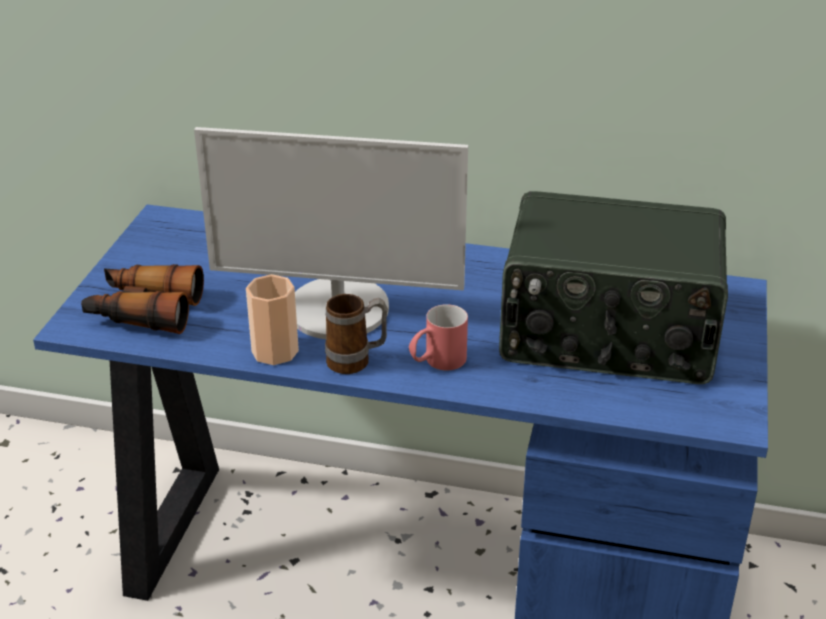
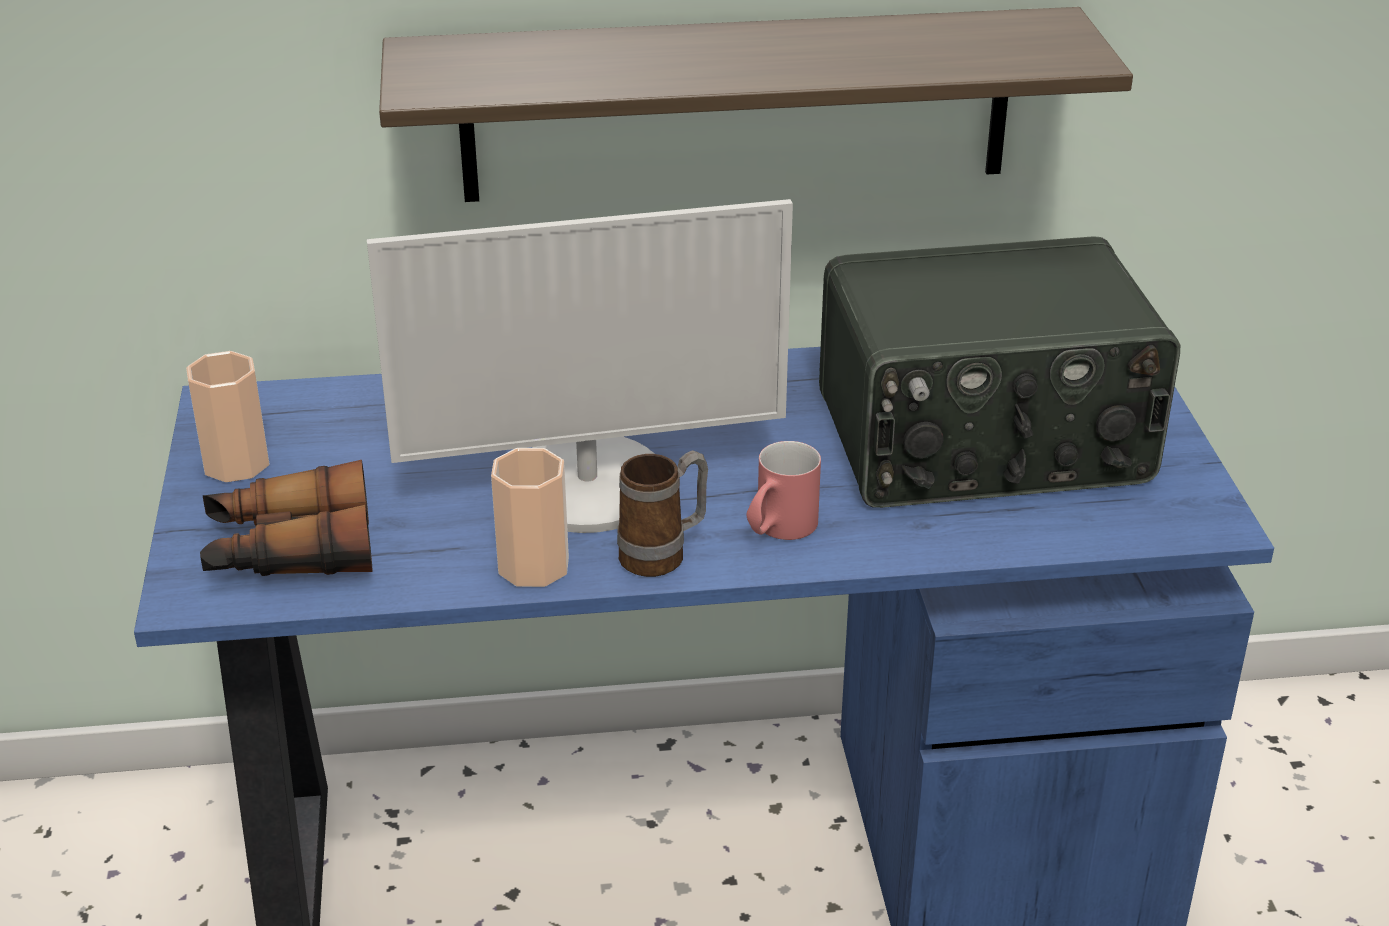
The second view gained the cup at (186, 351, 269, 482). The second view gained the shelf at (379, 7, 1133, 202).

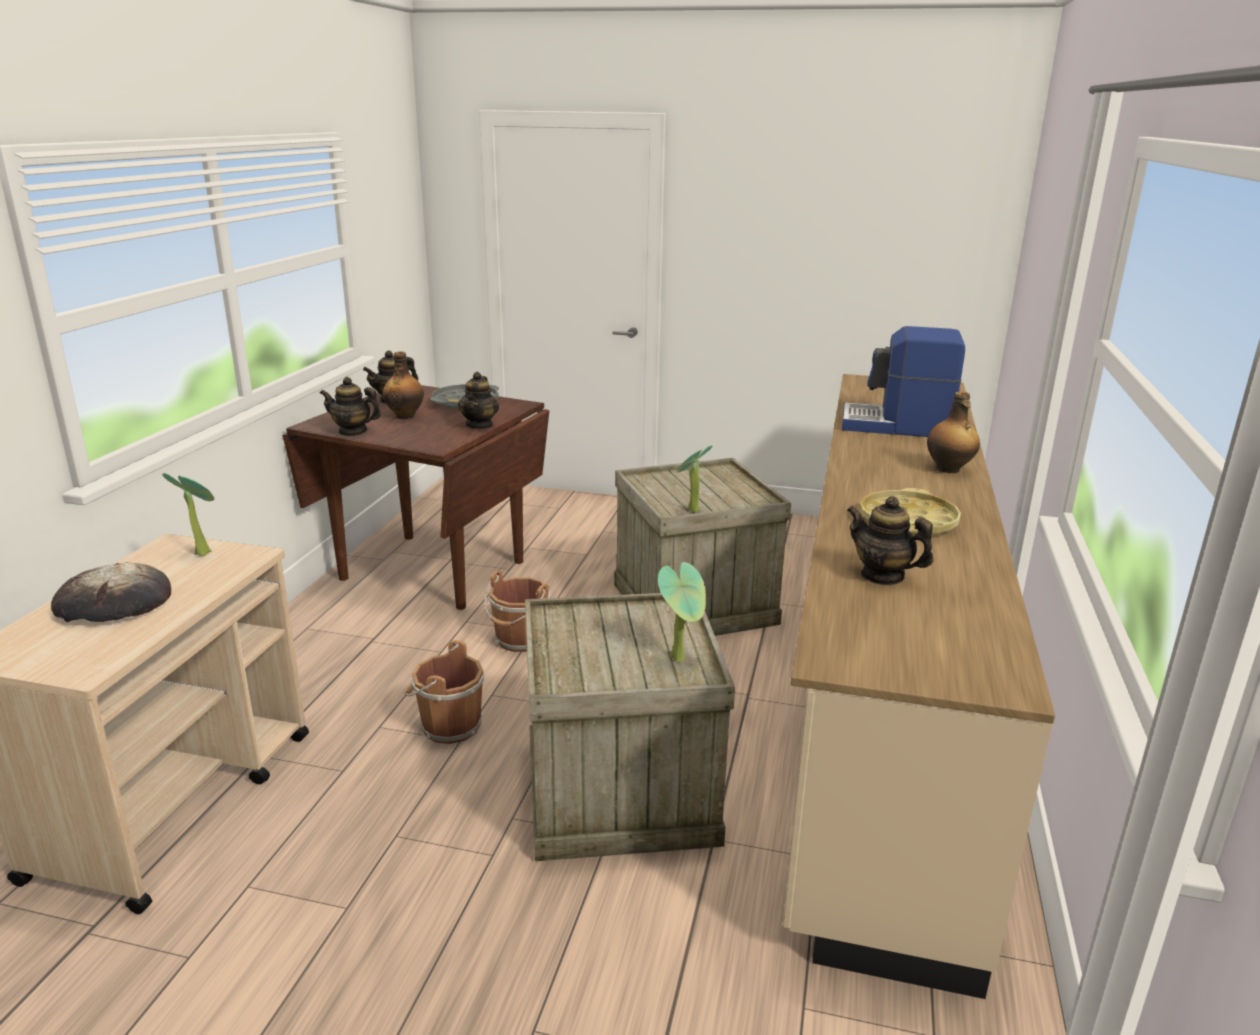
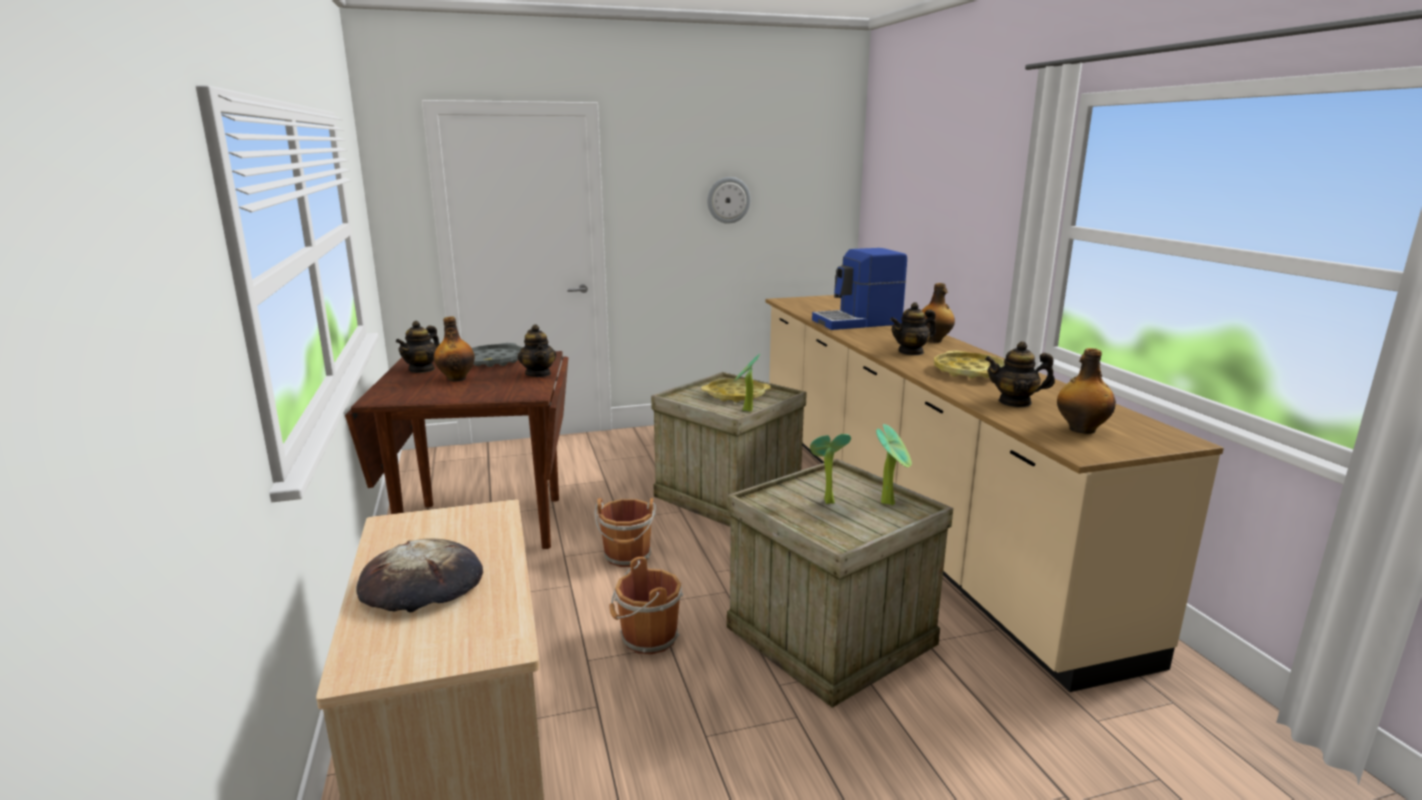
The second view gained the yellow tray at (701, 378, 771, 402). The second view gained the wall clock at (707, 177, 751, 224). The second view gained the bottle at (1057, 348, 1116, 434). The potted plant ended up elsewhere, having gone from (162, 473, 214, 556) to (810, 434, 851, 504). The teapot ended up elsewhere, having gone from (320, 377, 381, 436) to (890, 302, 936, 355).

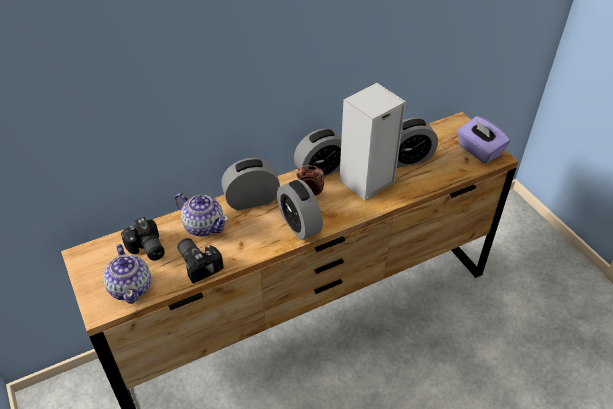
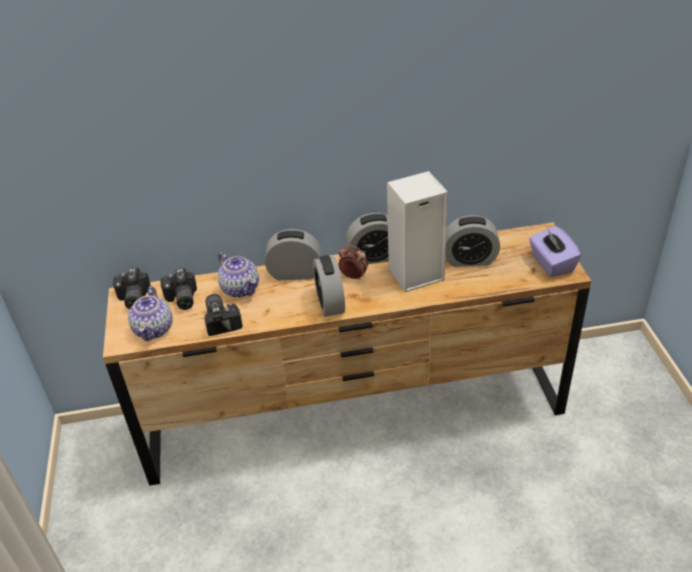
The second view gained the photo camera at (113, 268, 150, 309).

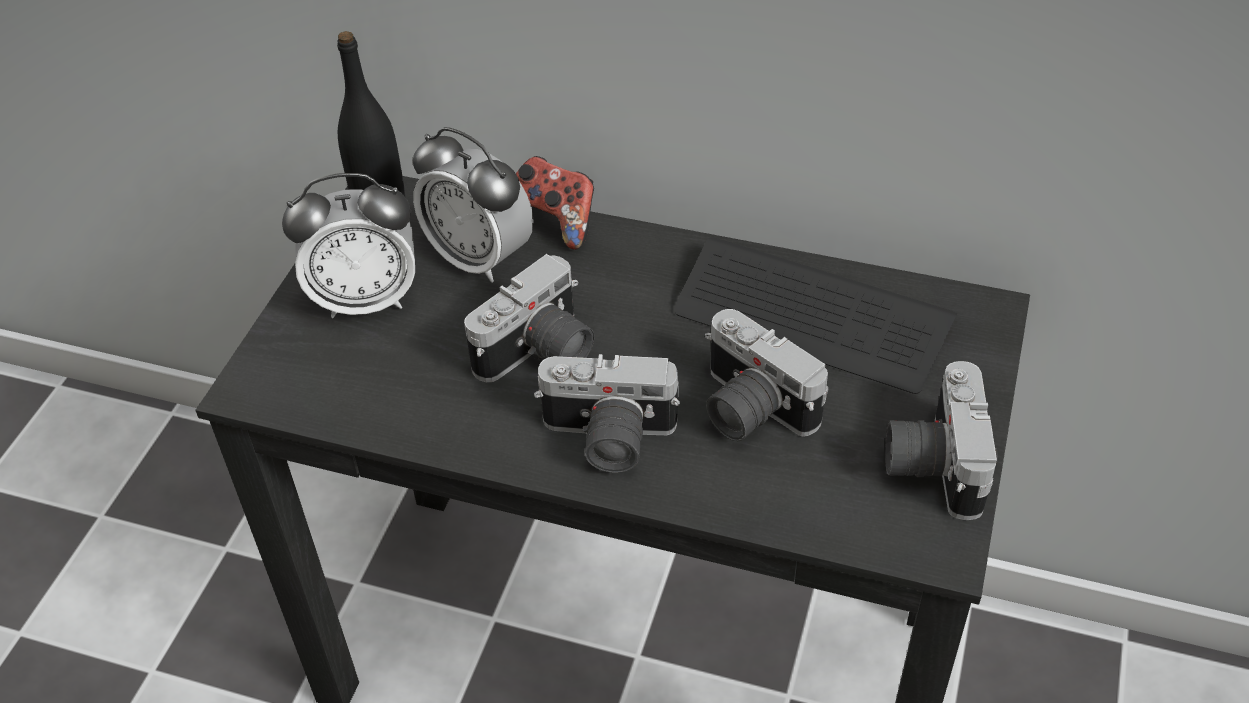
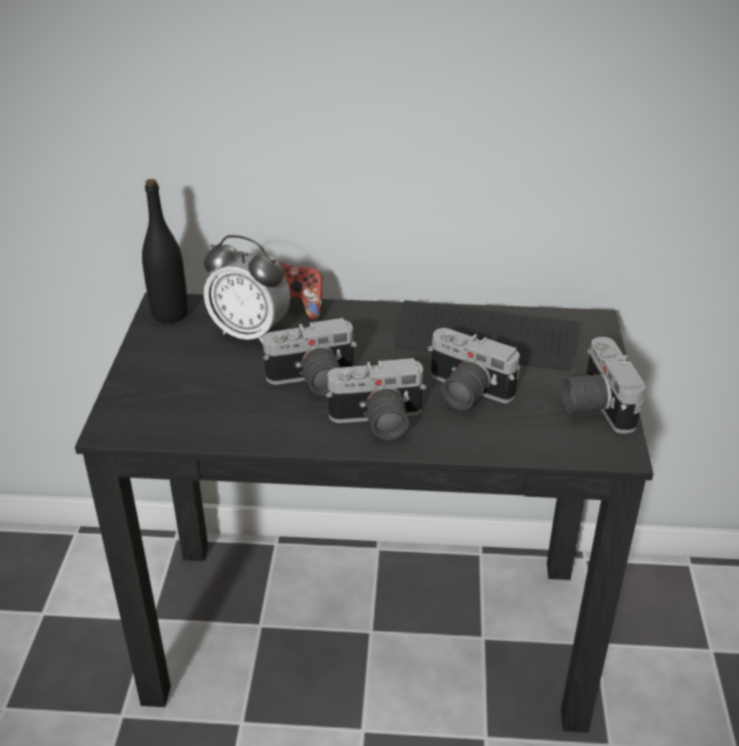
The second view lost the alarm clock at (282, 173, 415, 318). The photo camera at (464, 254, 594, 382) ended up facing another way, 45 degrees clockwise from before.

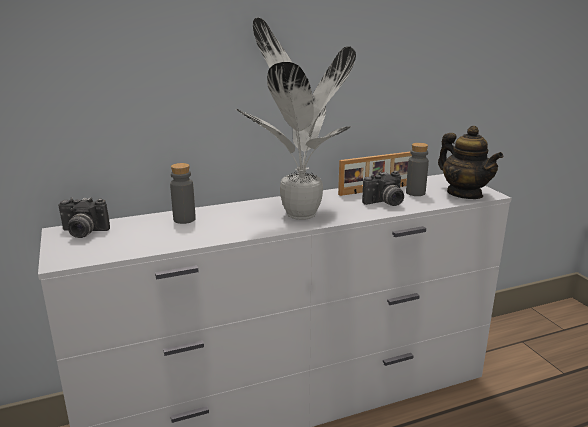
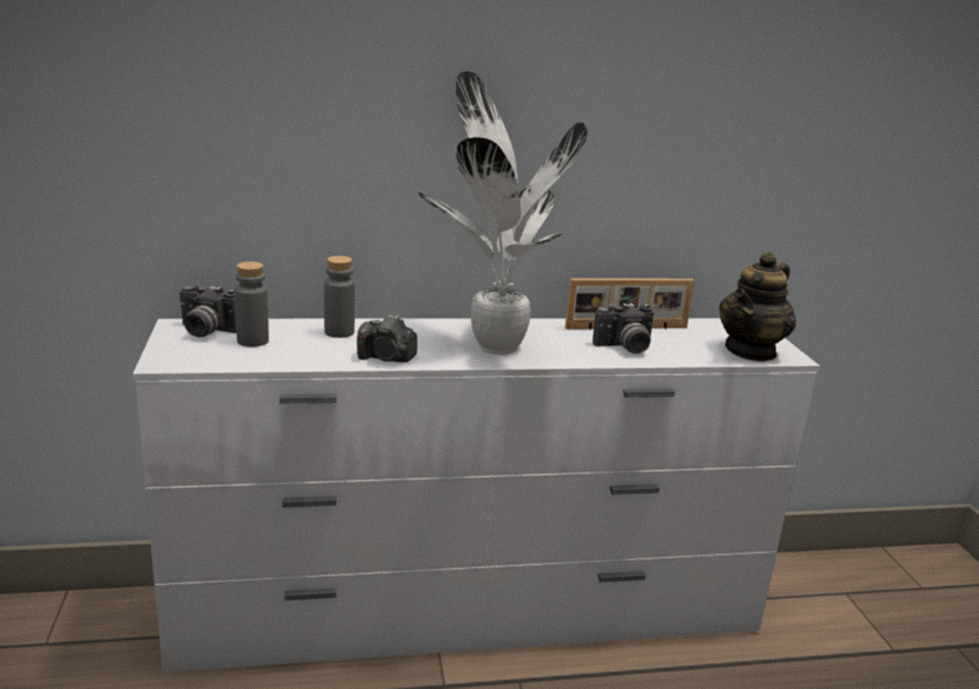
The second view gained the photo camera at (357, 314, 417, 362). The grey bottle ended up elsewhere, having gone from (406, 143, 429, 196) to (235, 261, 269, 347). The teapot at (438, 126, 503, 199) ended up facing another way, 60 degrees clockwise from before.

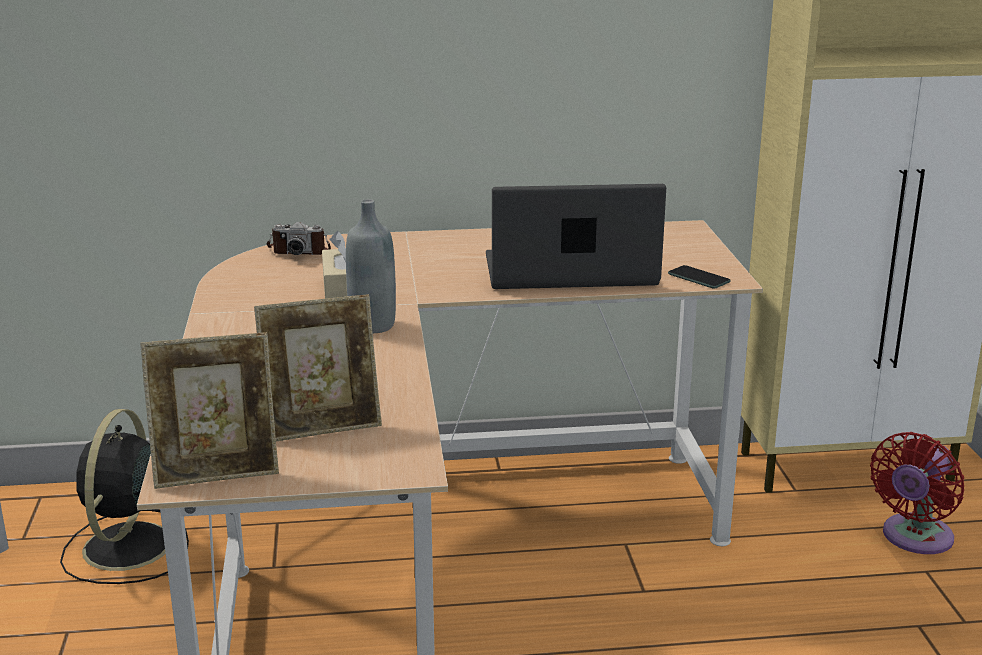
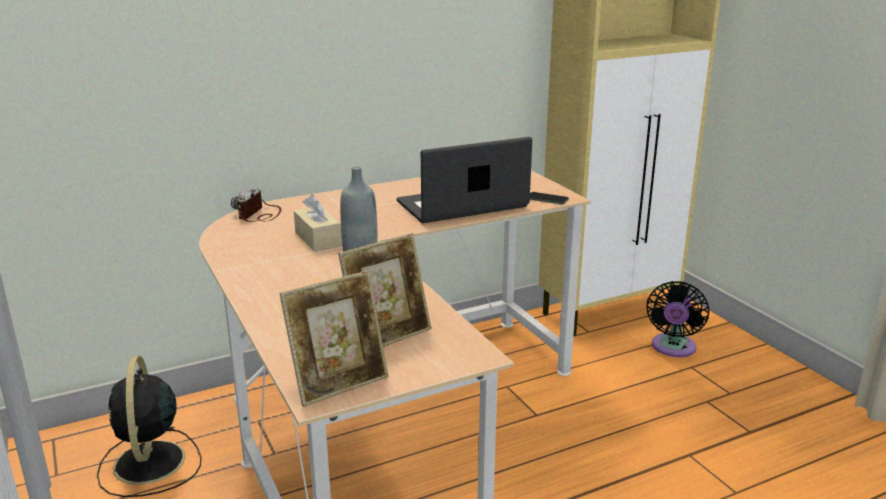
What was the red fan at (870, 432, 964, 554) turned into the black fan at (646, 281, 709, 357). The photo camera at (267, 222, 331, 255) ended up facing another way, 120 degrees clockwise from before.

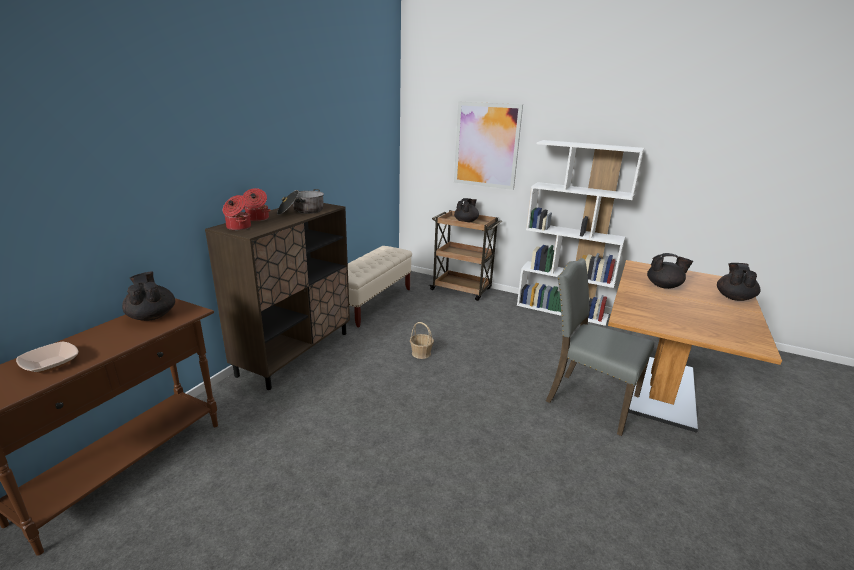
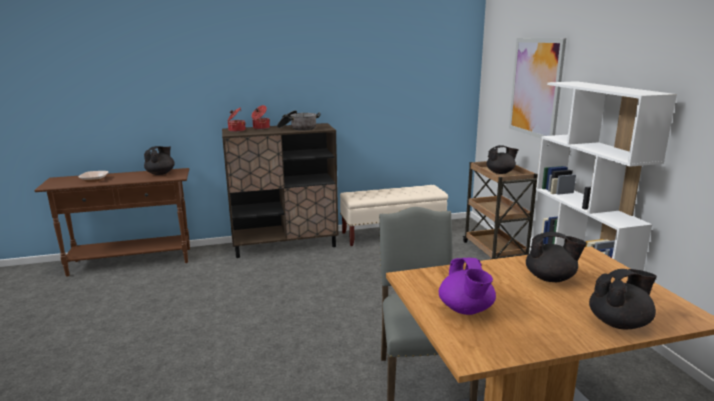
The second view lost the basket at (410, 322, 434, 359). The second view gained the purple teapot at (439, 258, 496, 315). The black teapot at (647, 253, 693, 289) ended up facing another way, 45 degrees counterclockwise from before.

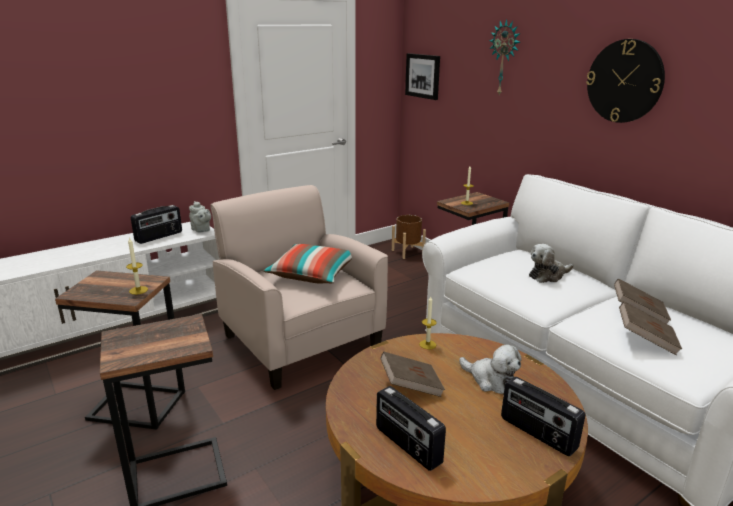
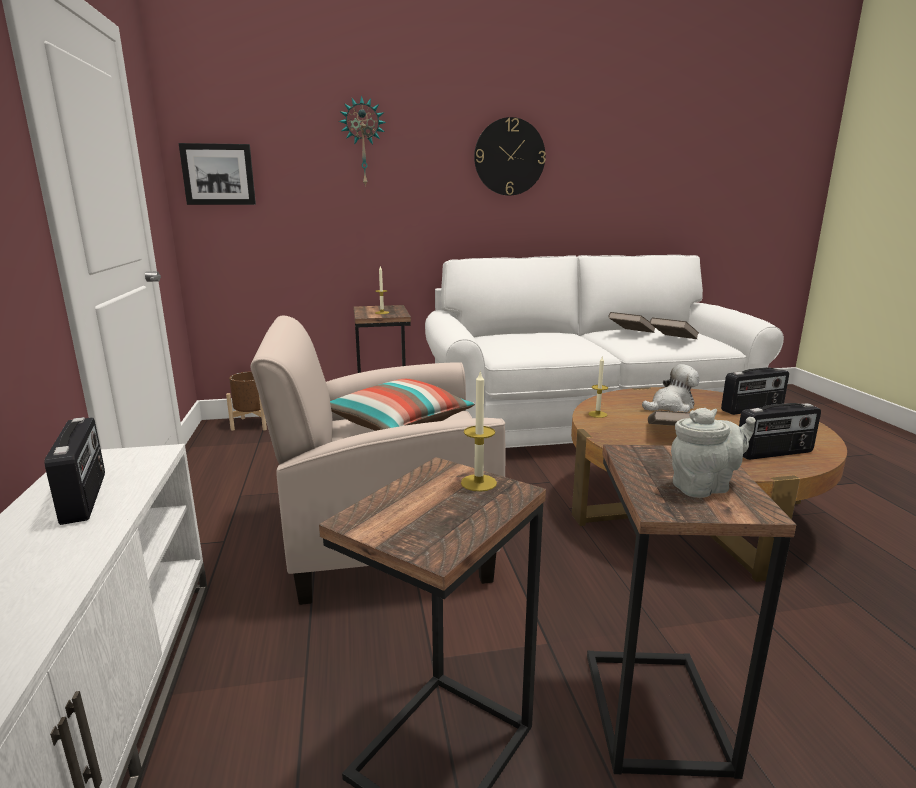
The second view lost the plush toy at (529, 244, 574, 283). The grey teapot ended up elsewhere, having gone from (189, 201, 211, 233) to (671, 408, 756, 498).

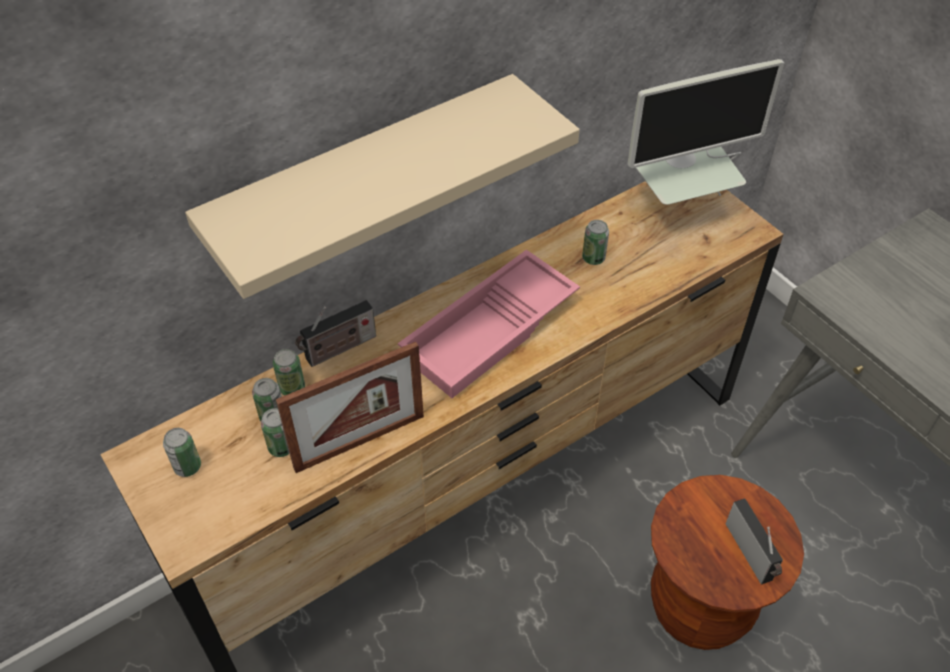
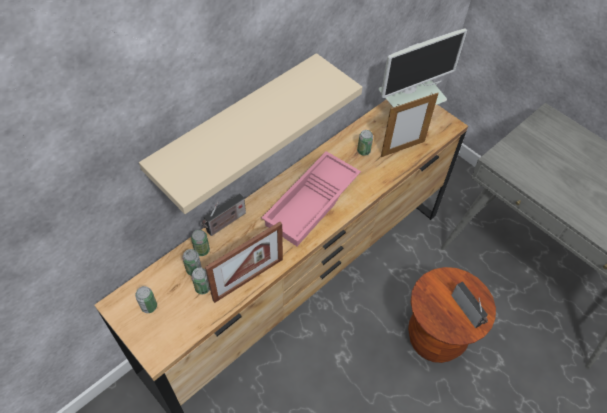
The second view gained the picture frame at (381, 93, 439, 157).

